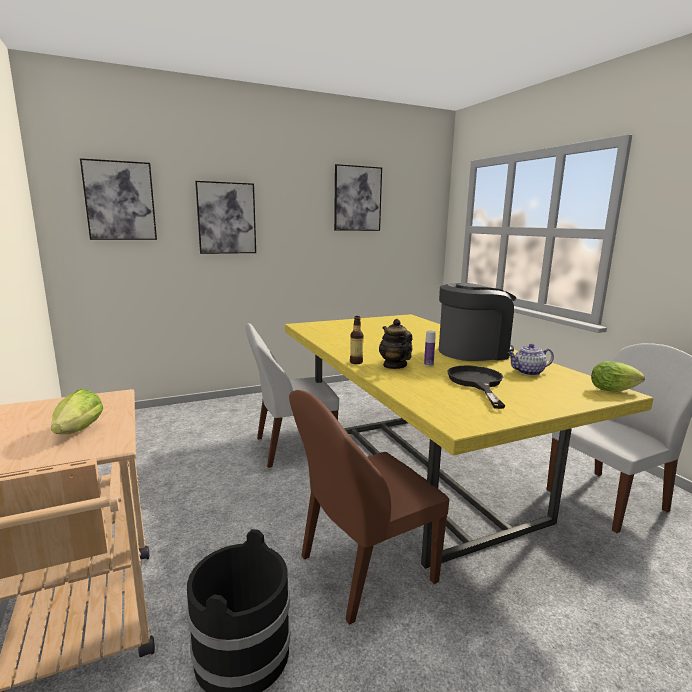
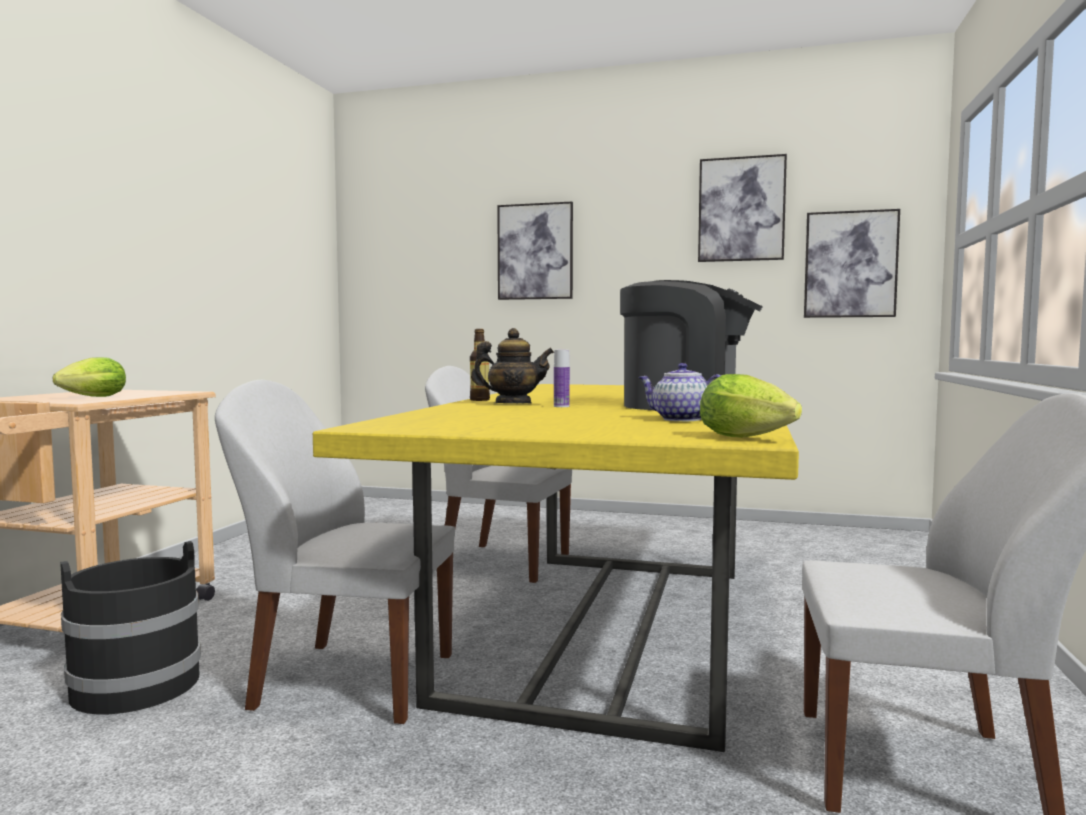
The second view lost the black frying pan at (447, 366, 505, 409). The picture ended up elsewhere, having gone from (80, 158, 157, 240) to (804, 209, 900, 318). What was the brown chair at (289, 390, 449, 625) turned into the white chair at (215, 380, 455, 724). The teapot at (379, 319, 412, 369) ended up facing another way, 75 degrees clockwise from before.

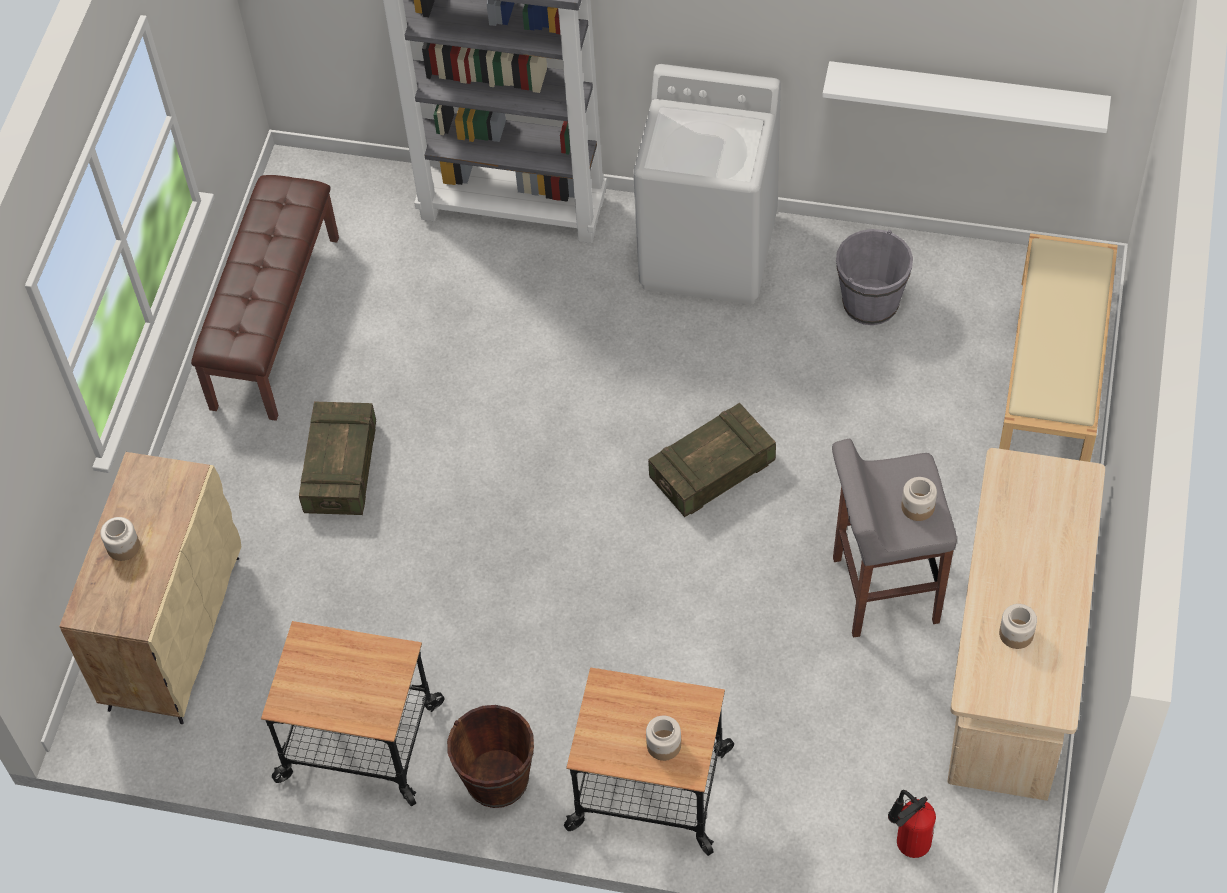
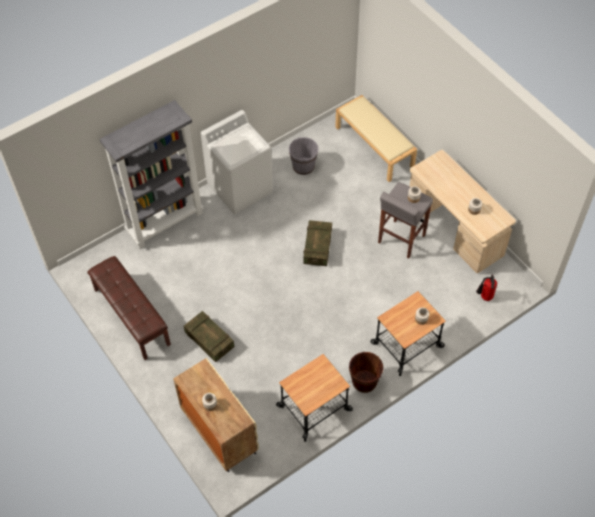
The second view lost the white shelf at (822, 61, 1111, 133).

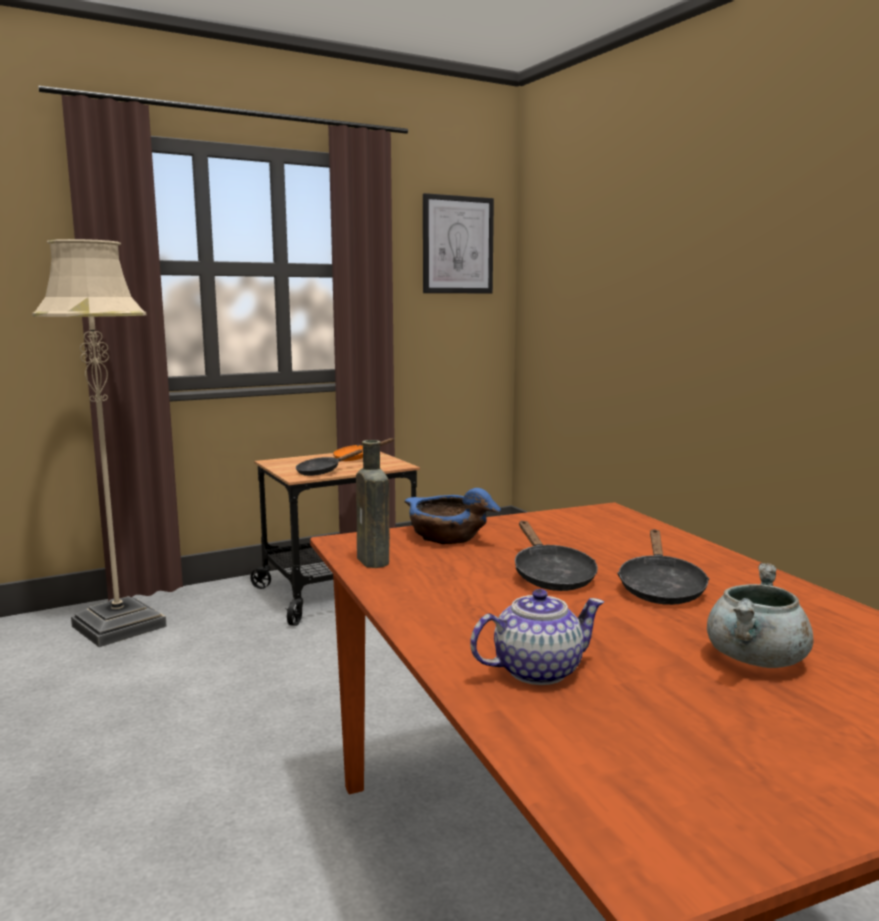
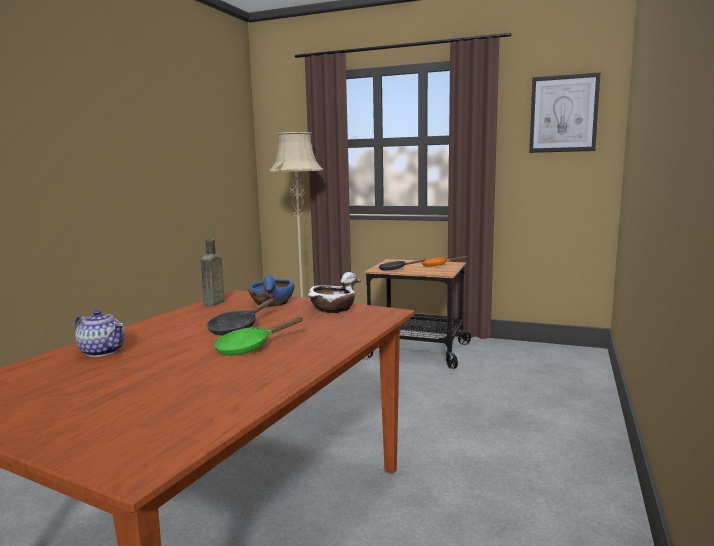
The second view lost the grey cooking pot at (707, 563, 814, 668). The second view gained the white bowl at (308, 272, 361, 313). What was the black frying pan at (617, 529, 710, 605) turned into the green frying pan at (214, 317, 303, 355).

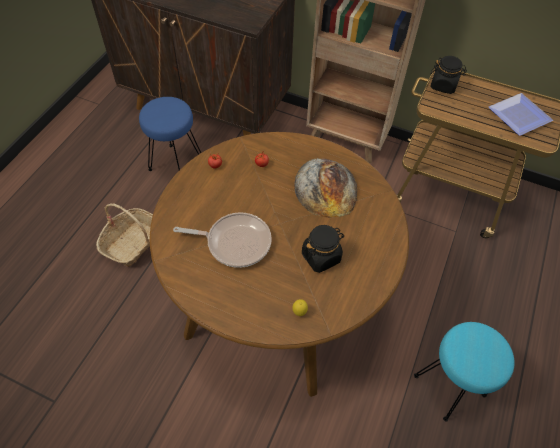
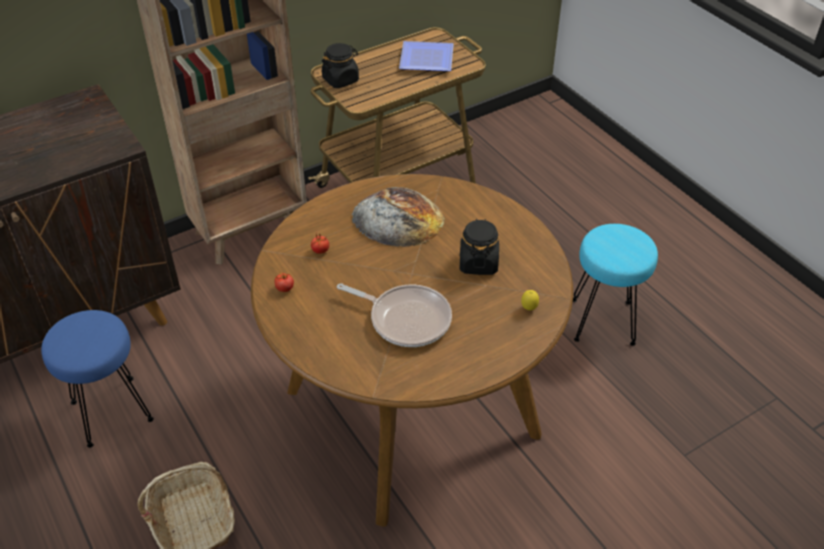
The frying pan at (173, 212, 272, 268) ended up facing another way, 75 degrees clockwise from before.

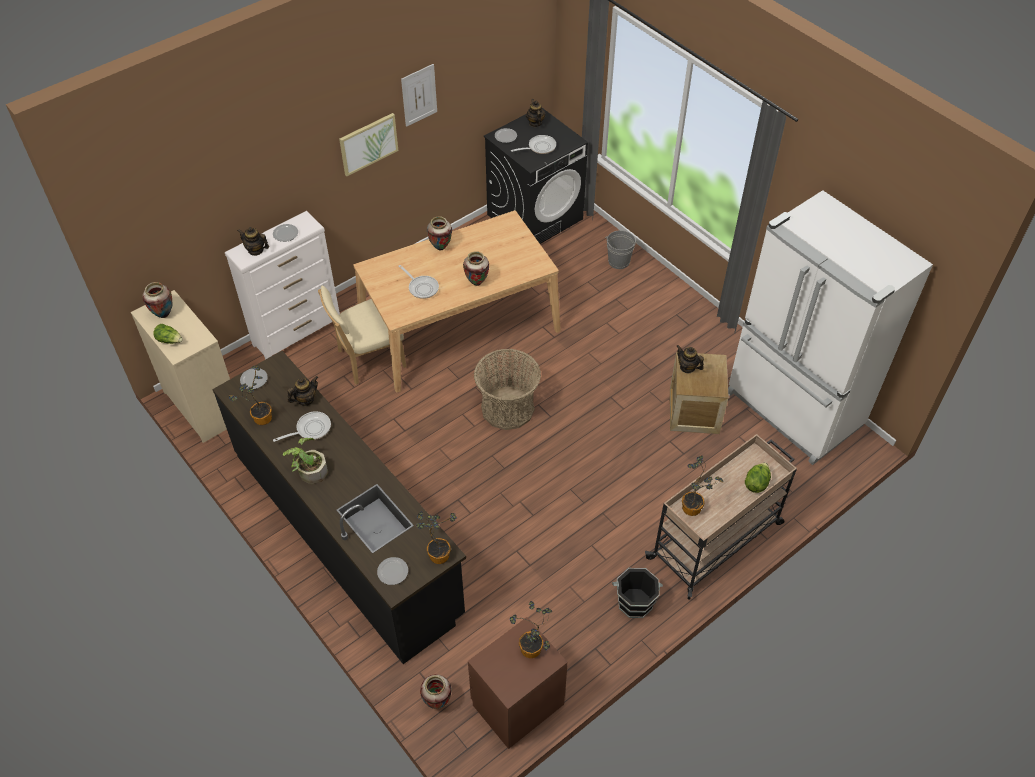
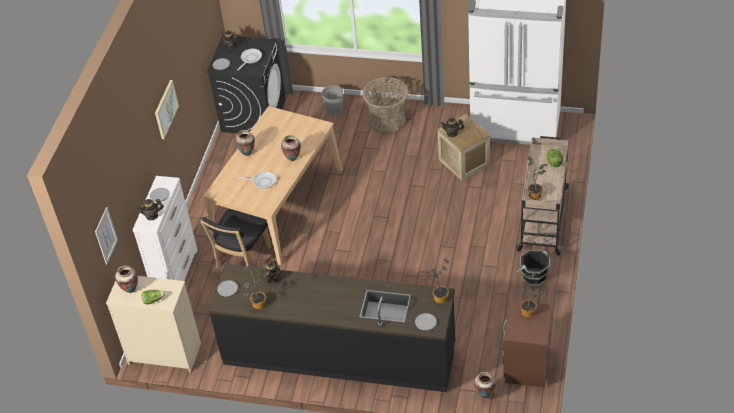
The second view lost the frying pan at (273, 411, 331, 442). The second view lost the potted plant at (283, 438, 328, 484). The picture ended up elsewhere, having gone from (401, 64, 437, 127) to (95, 207, 118, 265). The basket ended up elsewhere, having gone from (474, 349, 541, 430) to (362, 77, 408, 133). What was the beige chair at (318, 285, 407, 385) turned into the black chair at (201, 209, 271, 267).

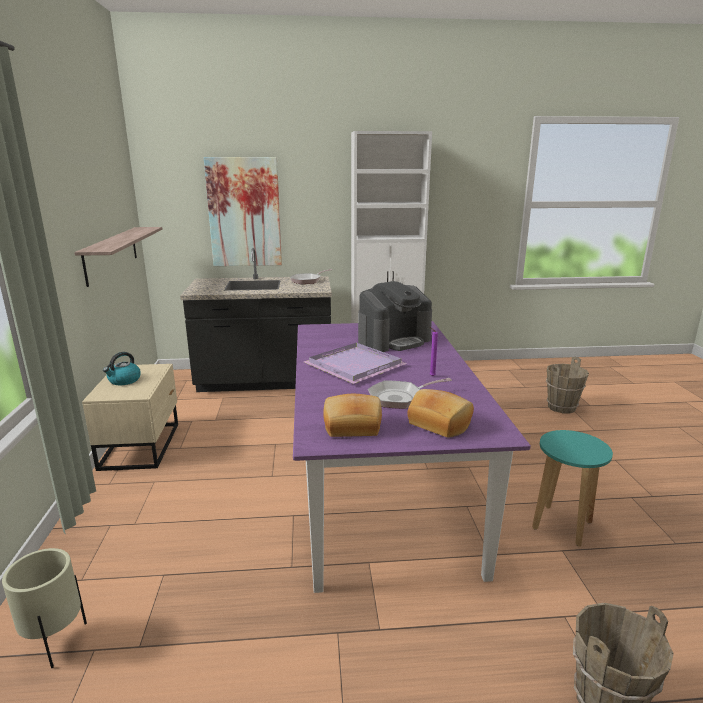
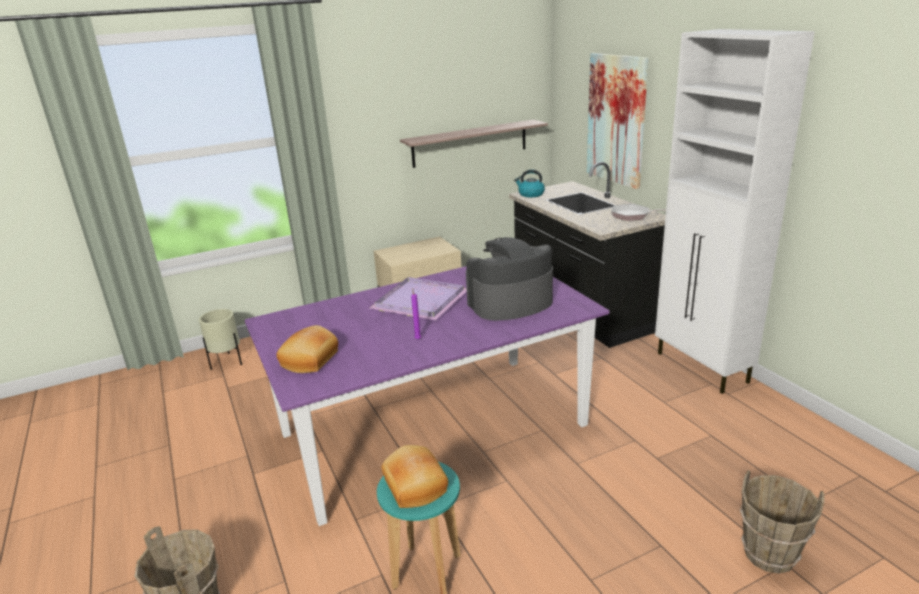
The second view lost the frying pan at (368, 378, 452, 409). The kettle ended up elsewhere, having gone from (103, 352, 141, 385) to (514, 170, 545, 197). The bread ended up elsewhere, having gone from (323, 394, 382, 437) to (382, 445, 448, 508). The coffee machine at (358, 281, 432, 352) ended up facing another way, 120 degrees clockwise from before.

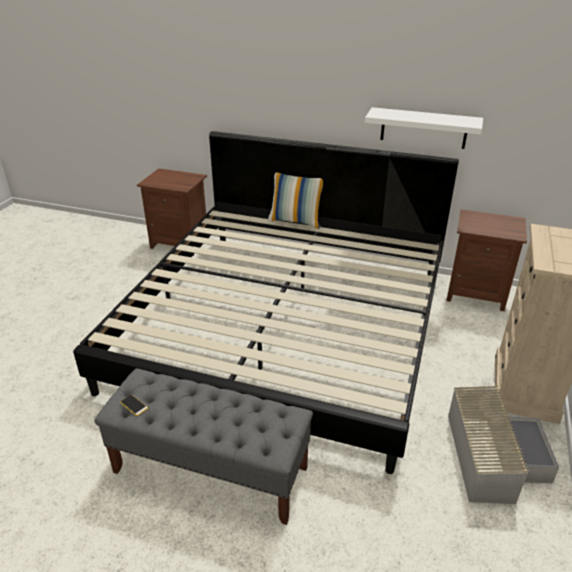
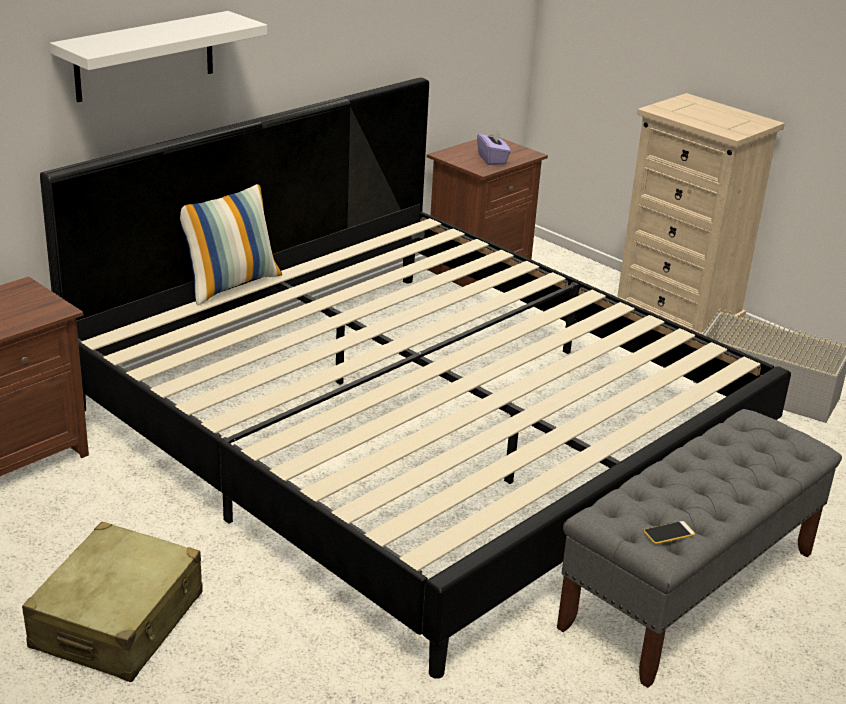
The second view gained the beige suitcase at (22, 522, 203, 682). The second view gained the purple tissue box at (477, 129, 511, 165). The white shelf ended up elsewhere, having gone from (365, 107, 483, 149) to (50, 11, 267, 102).

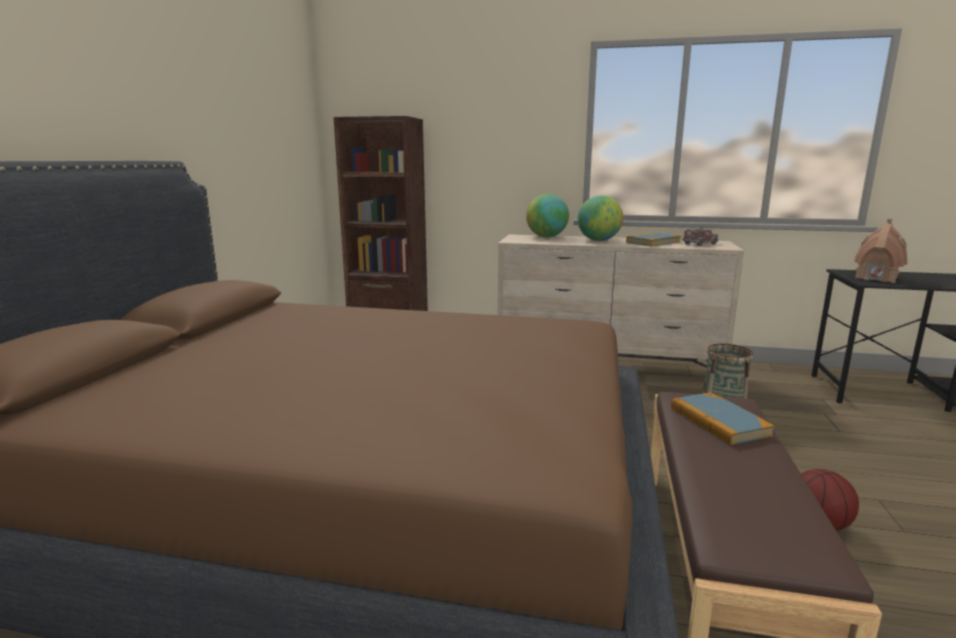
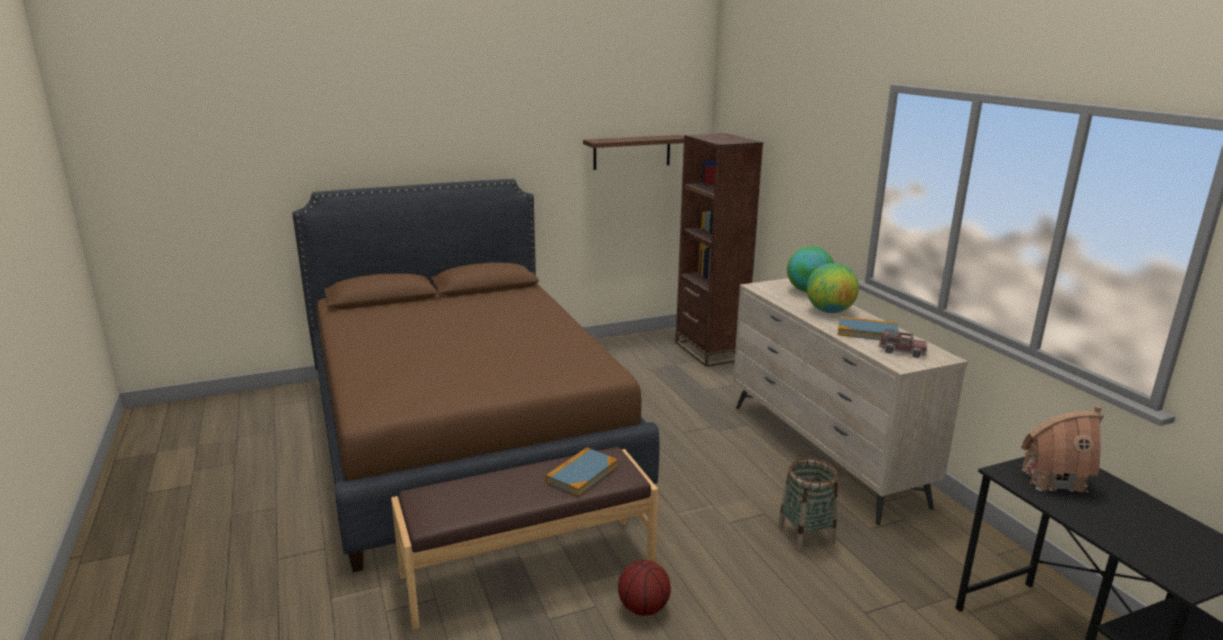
The second view gained the brown shelf at (583, 135, 684, 170).

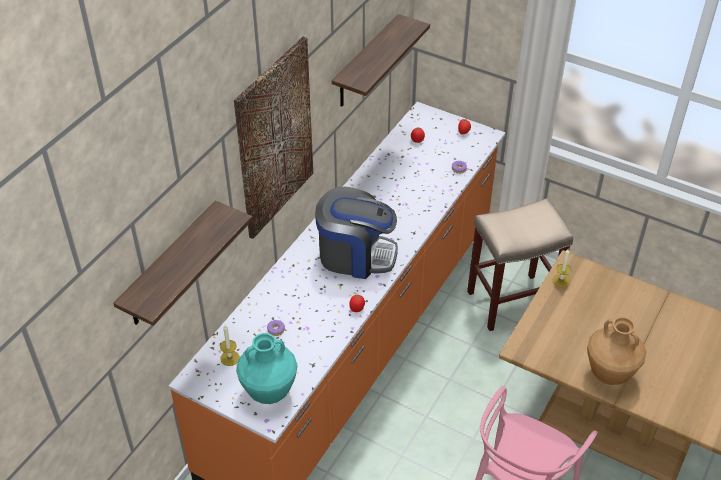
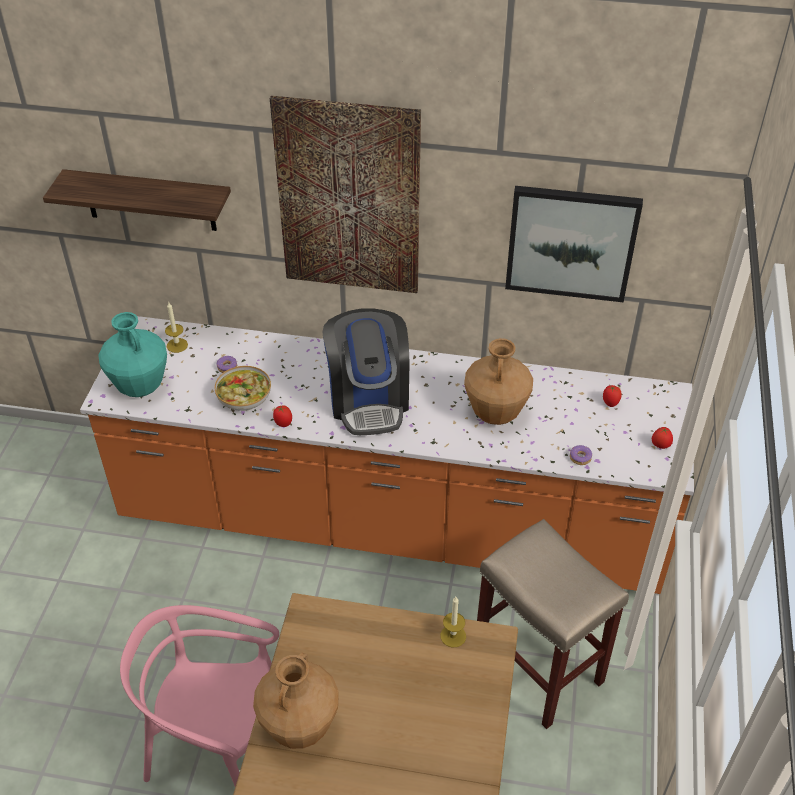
The second view gained the bowl at (214, 366, 271, 411). The second view gained the brown vase at (464, 338, 533, 425). Where the shelf hung at (332, 14, 430, 107), the picture came to hang at (505, 186, 643, 302).

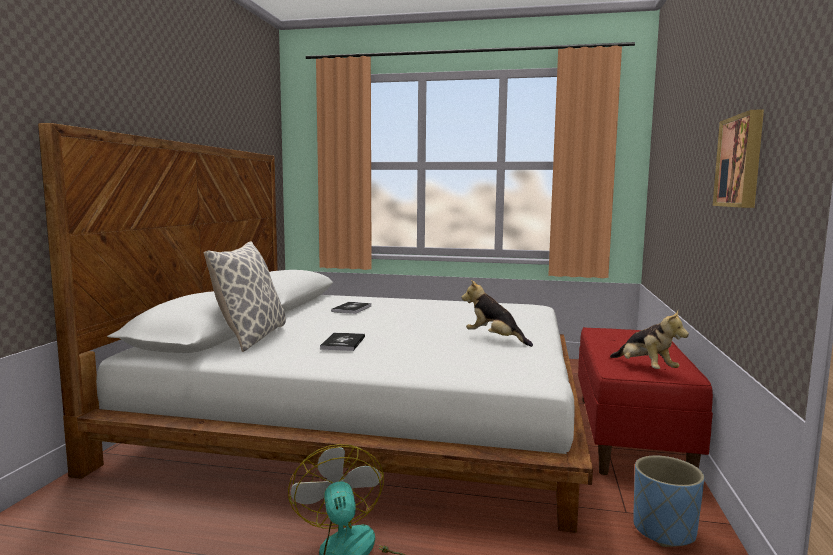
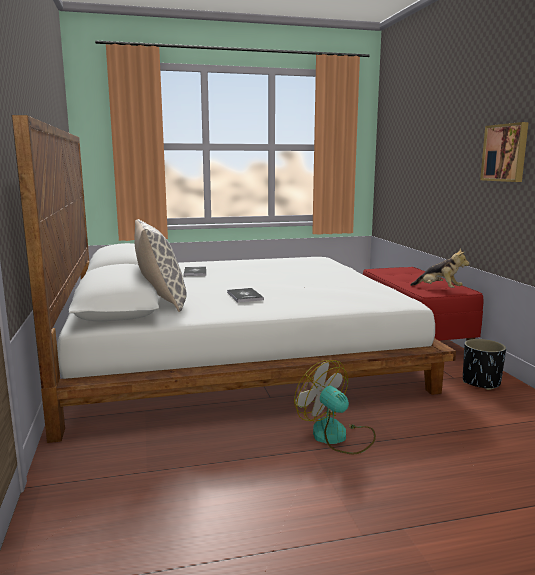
The second view lost the plush toy at (462, 280, 533, 347). What was the blue planter at (633, 456, 705, 547) turned into the black planter at (463, 339, 506, 390).

